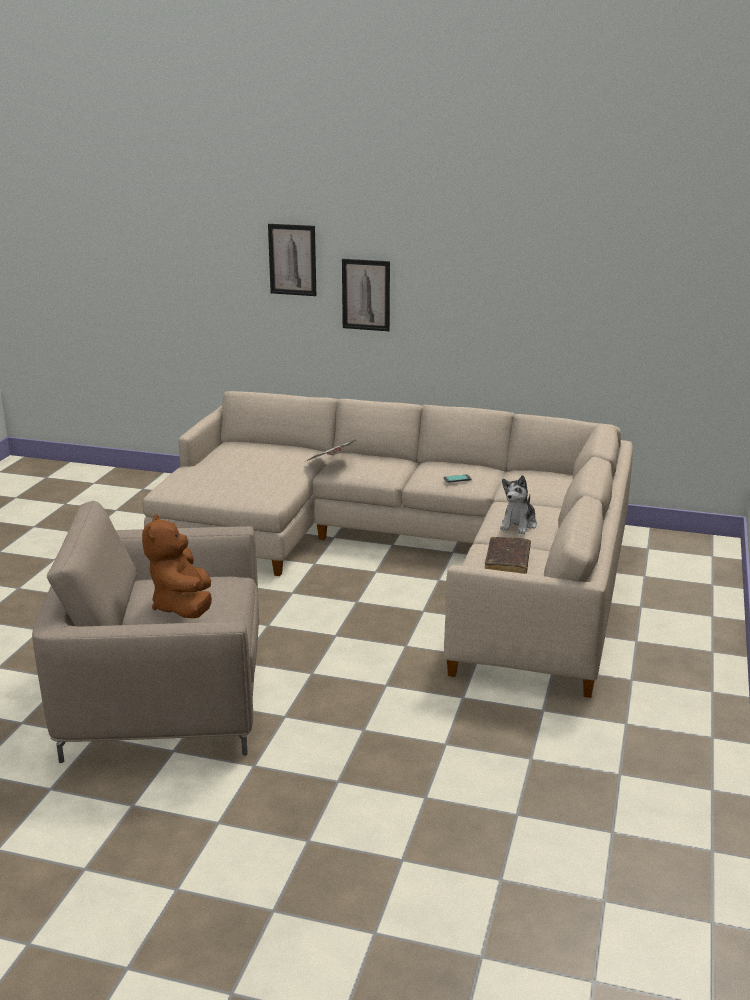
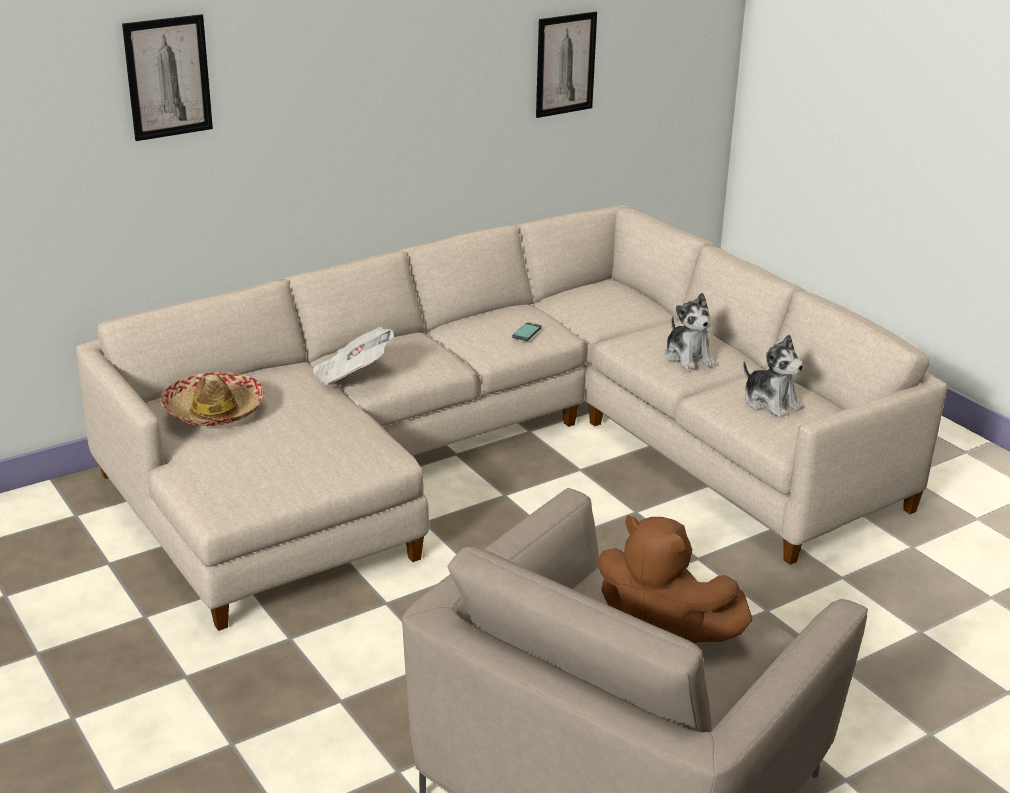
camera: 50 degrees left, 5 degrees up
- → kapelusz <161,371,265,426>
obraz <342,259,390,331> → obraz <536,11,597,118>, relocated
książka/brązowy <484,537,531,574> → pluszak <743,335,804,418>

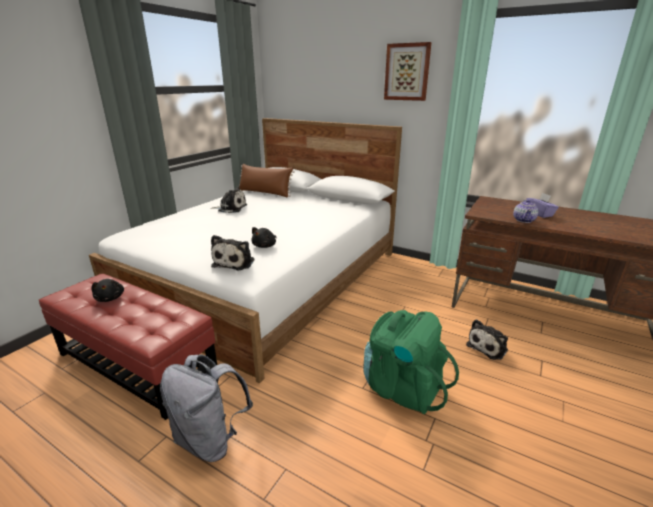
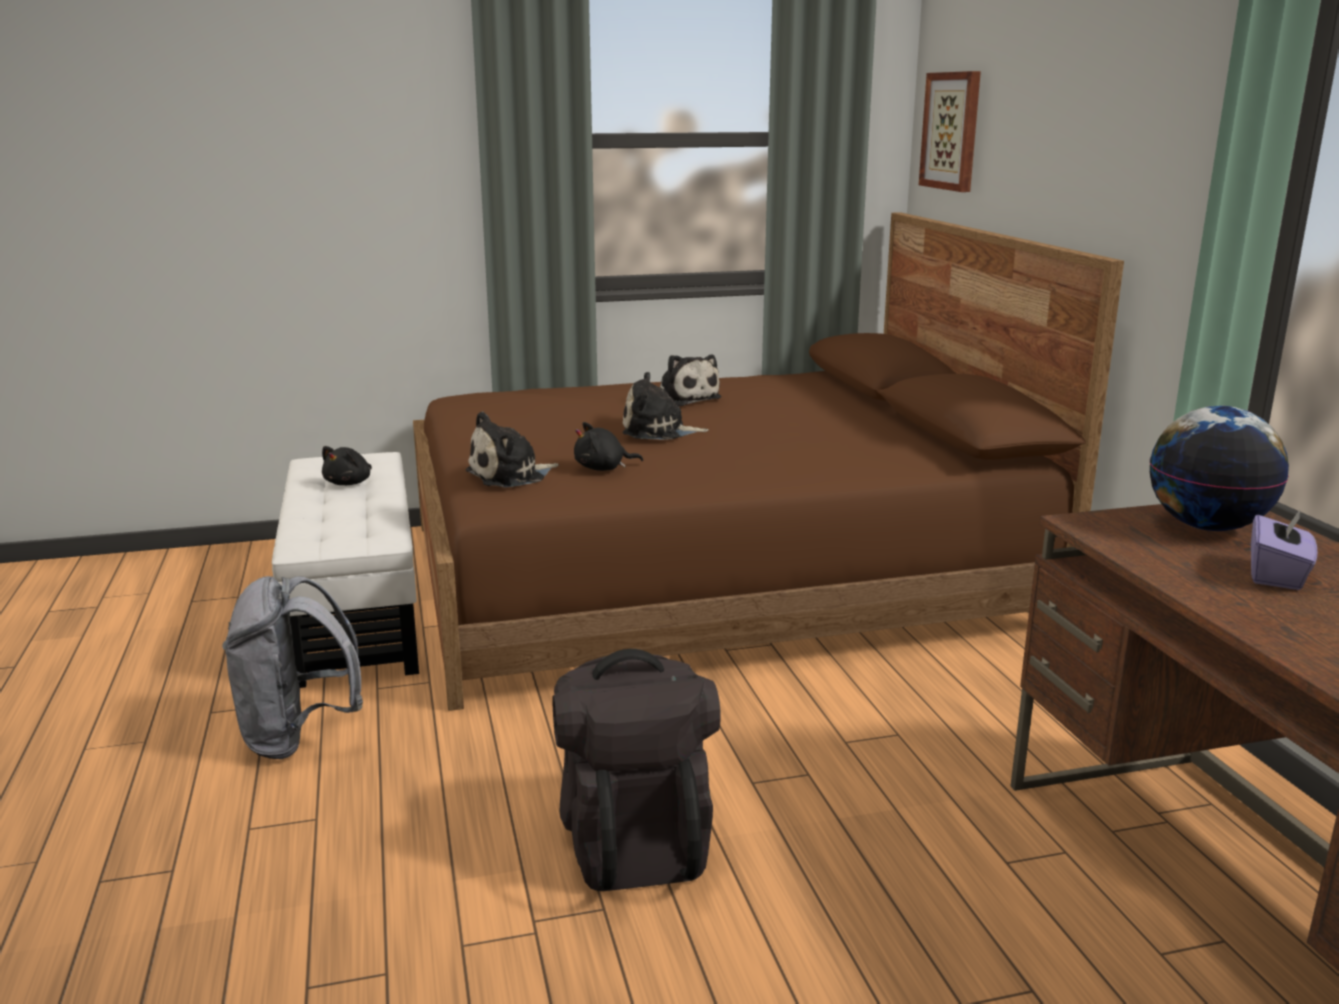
camera: 45 degrees right, 5 degrees down
poduszka/brązowy <239,164,295,197> → -
imbryk <513,200,538,223> → -
- → globus <1150,406,1289,531>
obraz <384,42,431,101> → obraz <919,71,981,192>, relocated
pluszak <466,319,508,360> → pluszak <622,372,709,440>, relocated
pufa/czerwony <38,274,217,420> → pufa/biały <272,452,419,688>
łóżko/biały <89,118,402,383> → łóżko/brązowy <413,212,1124,711>
plecak/zielony <363,310,459,414> → plecak/czarny <552,649,721,891>

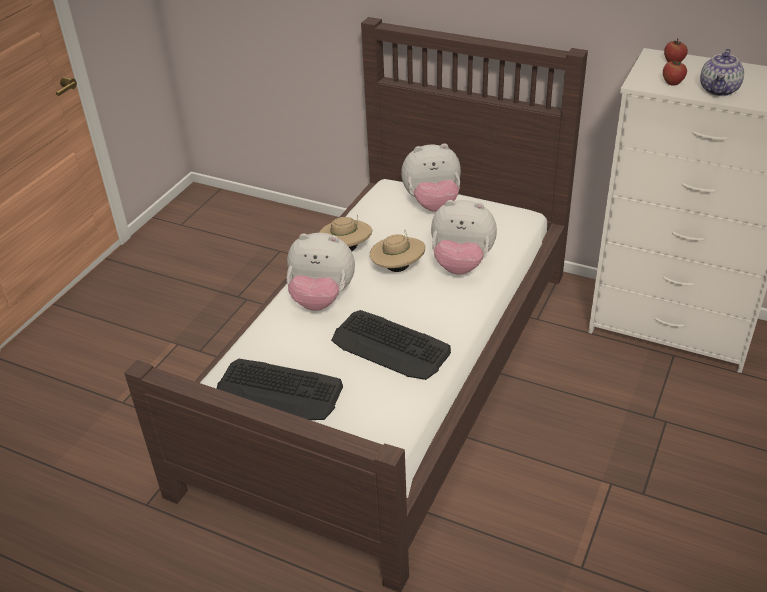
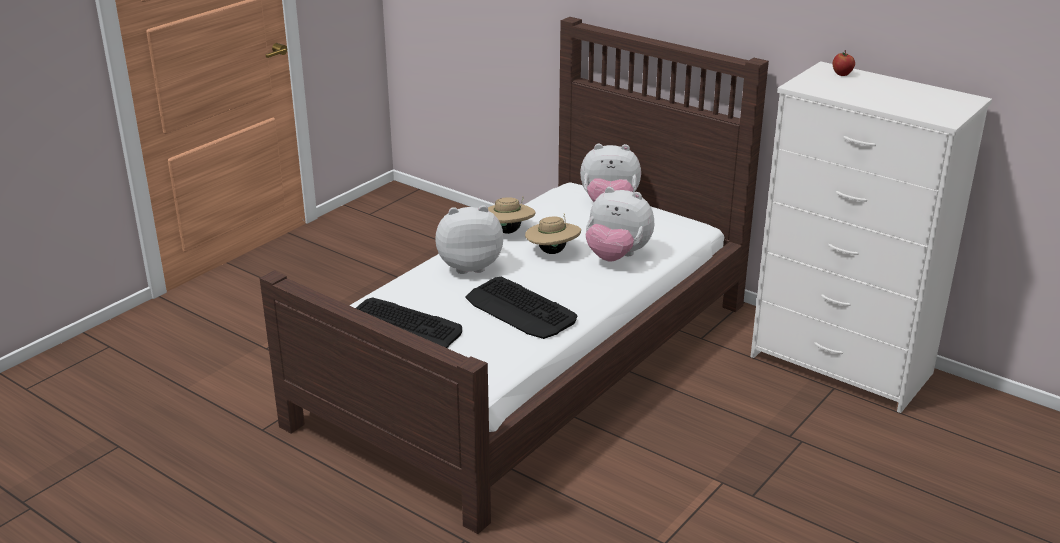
camera: 10 degrees right, 10 degrees down
jabłko <663,59,687,86> → -
imbryk <700,49,744,96> → -
pluszak <286,233,355,311> → pluszak <435,205,503,274>, 150 degrees clockwise

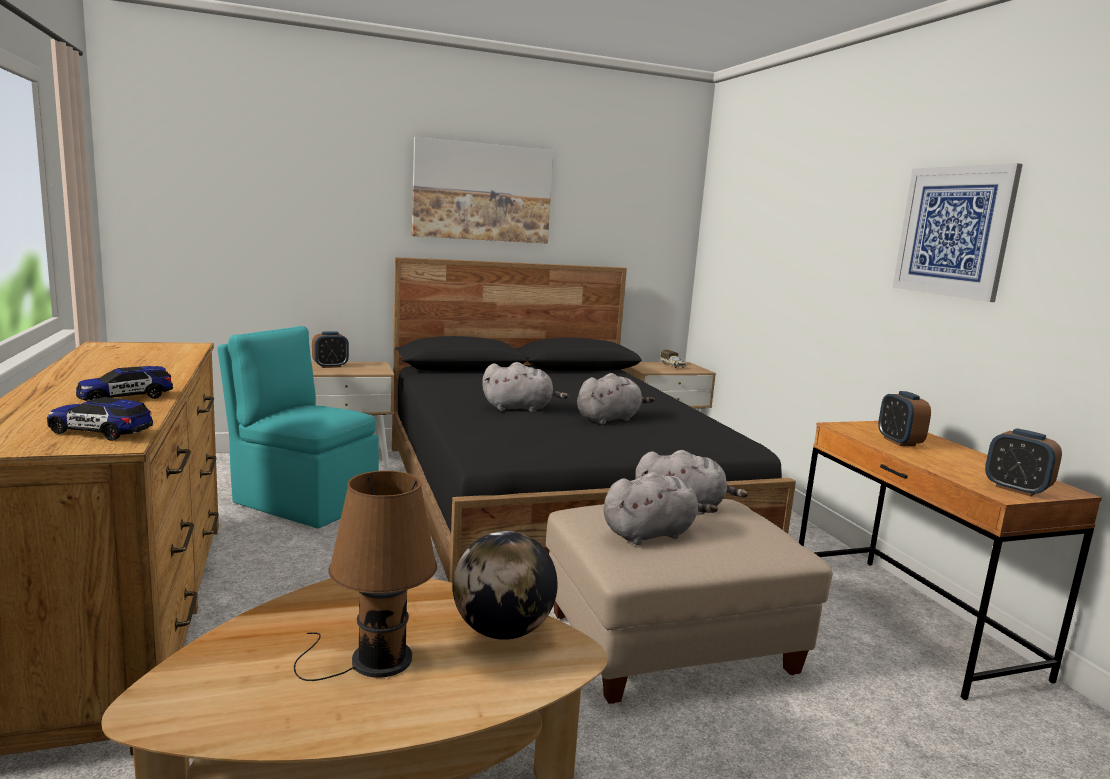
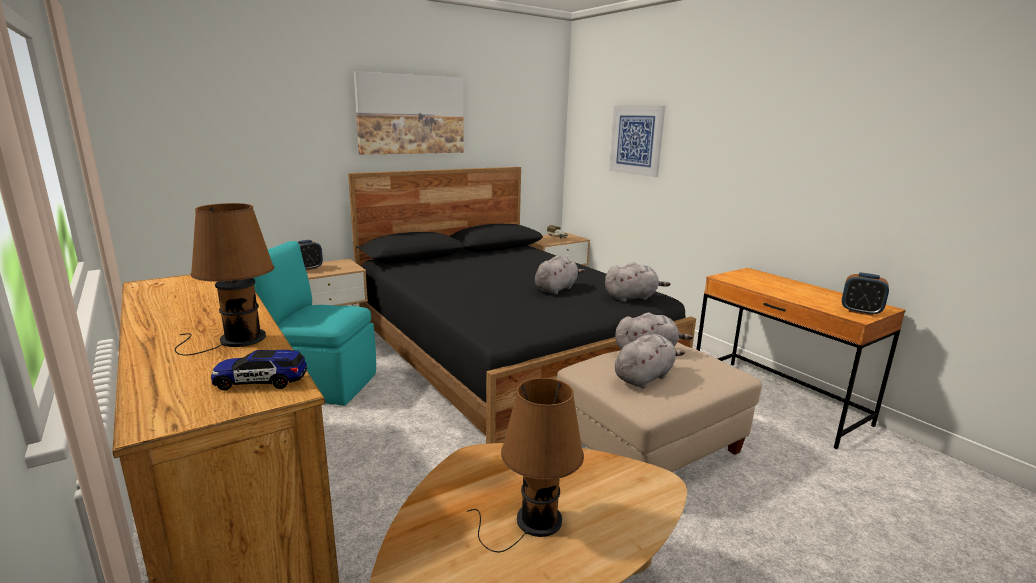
camera: 15 degrees left, 5 degrees up
globus <453,531,558,640> → -
budzik <878,391,931,446> → -
pluszak/szary <482,362,568,412> → pluszak/szary <605,262,671,302>, relocated
obraz <892,163,1023,302> → obraz <609,106,665,177>, relocated
samochodzik <76,366,173,401> → lampa stołowa/brązowy <175,203,274,355>

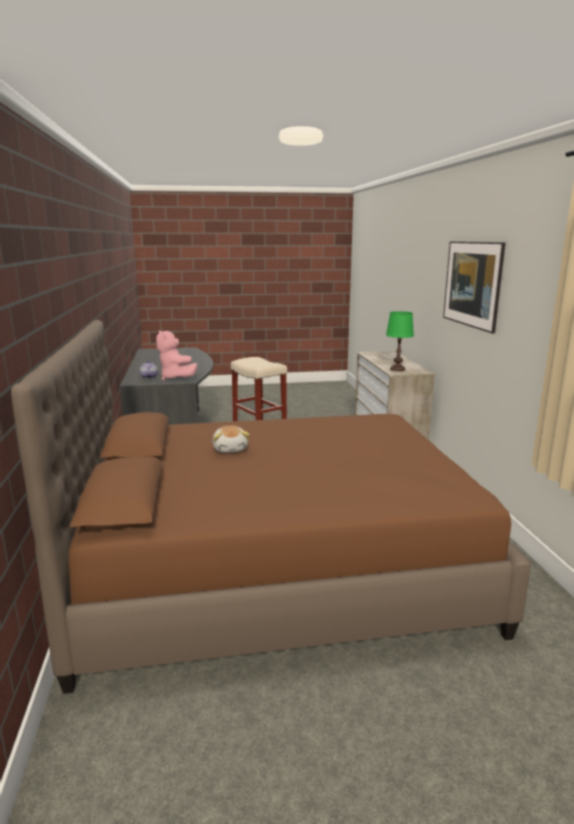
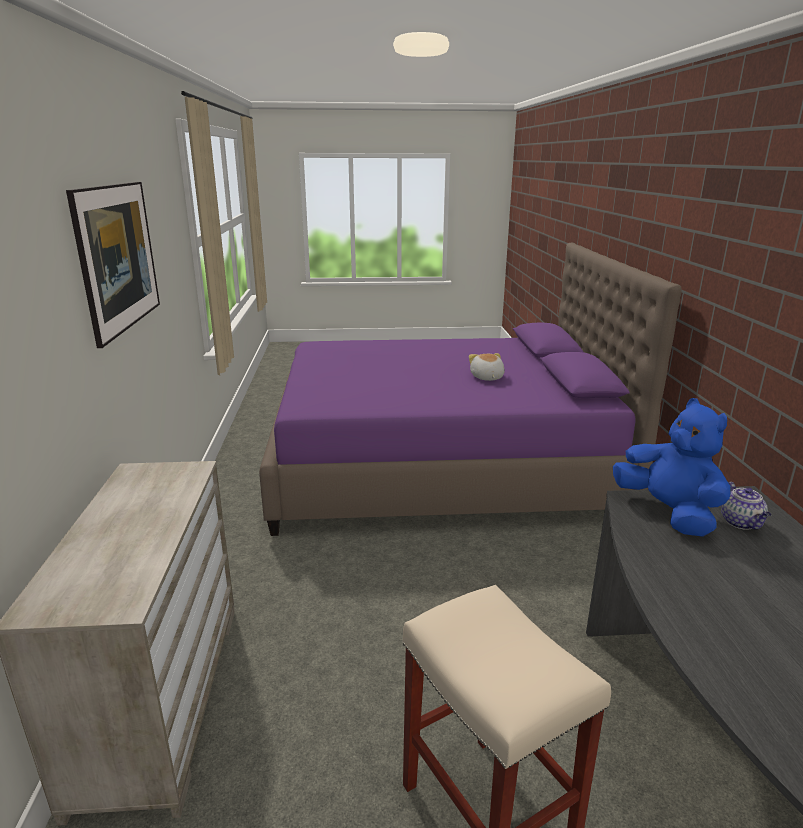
camera: 175 degrees left, 5 degrees up
lampa stołowa/zielony <386,311,414,371> → -
łóżko/brązowy <11,320,531,694> → łóżko/fioletowy <259,242,681,536>
pluszak/różowy <156,330,197,381> → pluszak/niebieski <613,398,731,537>

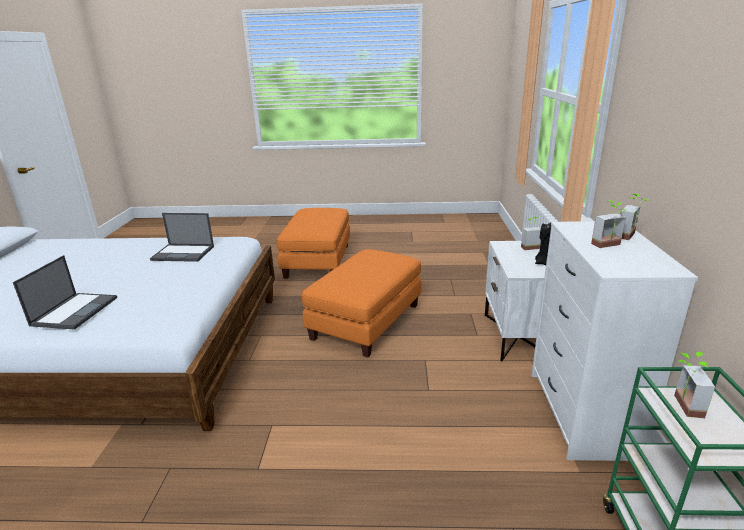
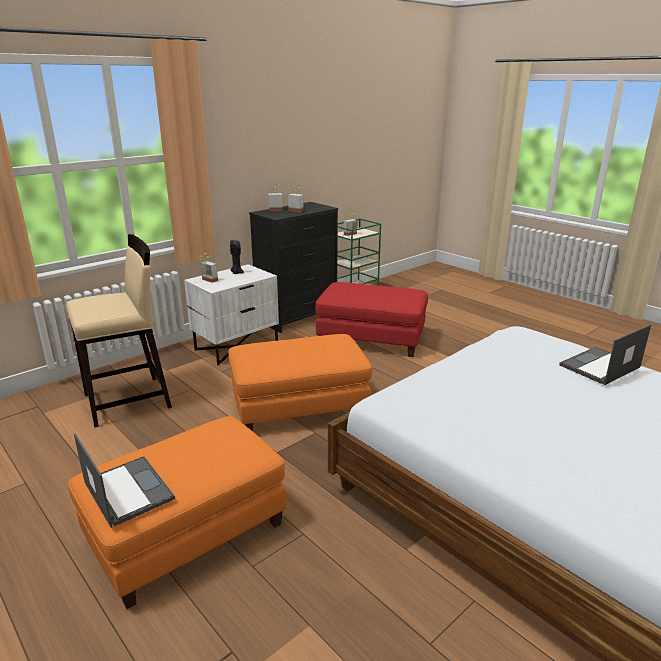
camera: 135 degrees left, 0 degrees up
- → stołek/beżowy <66,234,172,427>
- → pufa/czerwony <315,282,428,357>
laptop <150,213,214,262> → laptop <74,434,175,528>, relocated
komoda/biały <531,221,698,461> → komoda/czarny <249,202,338,333>

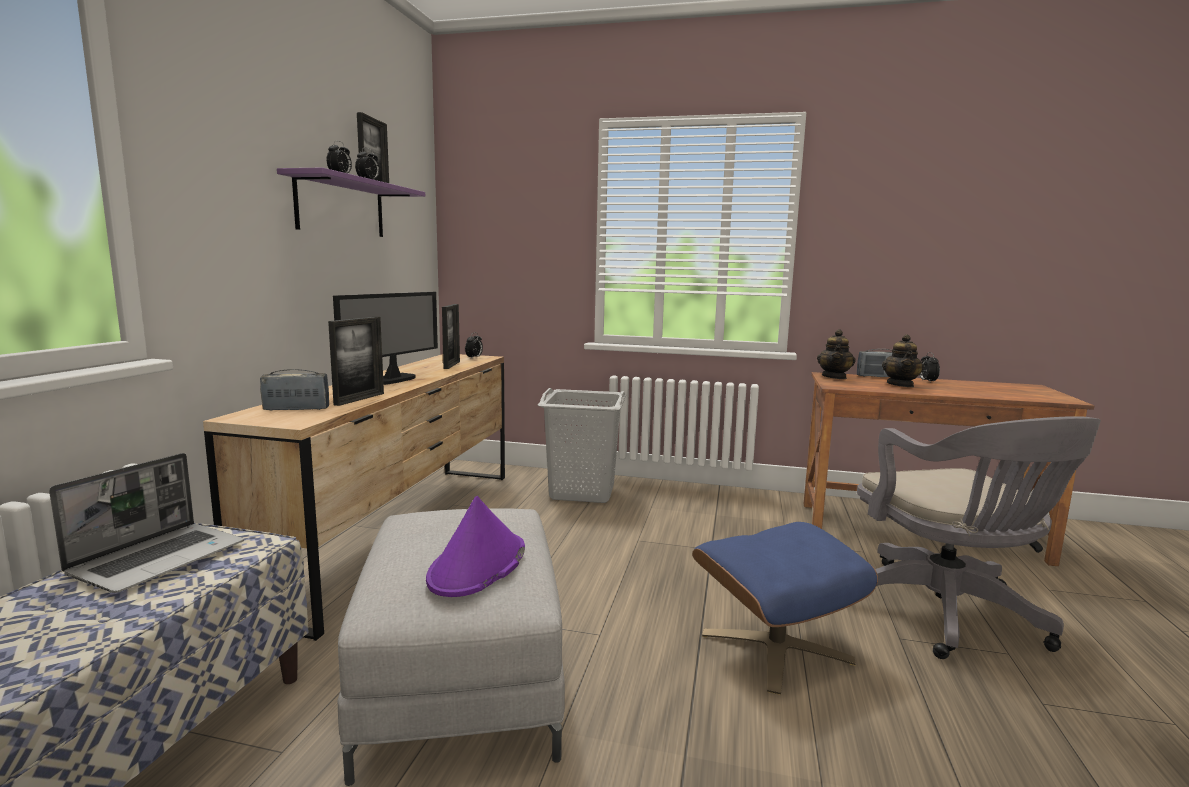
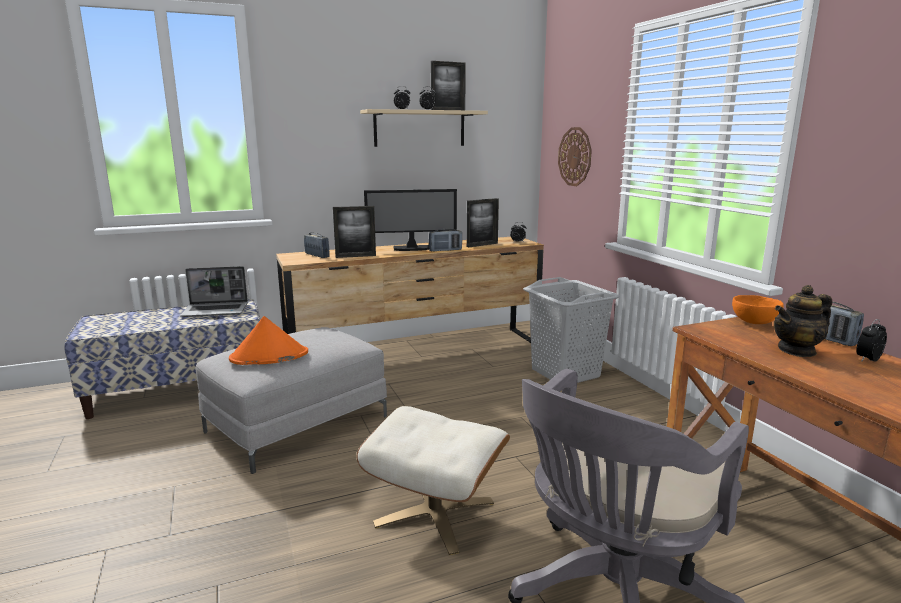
camera: 55 degrees right, 5 degrees up
- → radio <429,228,462,252>
- → zegar ścienny <558,127,592,186>
imbryk <817,329,856,379> → miska/pomarańczowy <732,295,784,324>
półka/fioletowy <277,167,425,237> → półka/beżowy <360,109,488,147>
kapelusz/fioletowy <426,496,525,597> → kapelusz/pomarańczowy <229,316,308,365>
pufa/niebieski <692,522,878,695> → pufa/beżowy <357,406,510,555>

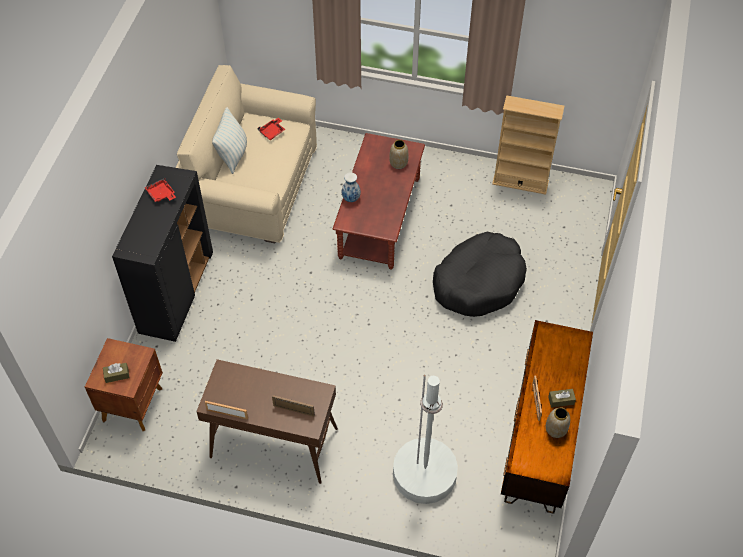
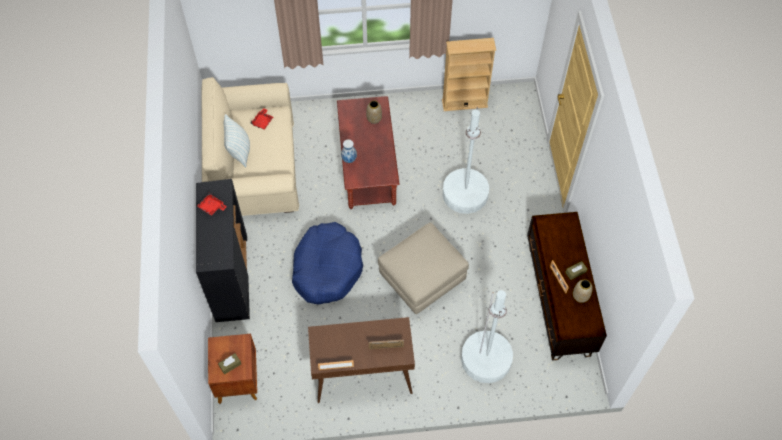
camera: 20 degrees left, 5 degrees up
- → legowisko/niebieski <292,222,363,304>
- → pufa/beżowy <378,223,469,314>
legowisko/czarny <433,232,527,317> → lampa stojąca/biały <442,107,489,214>

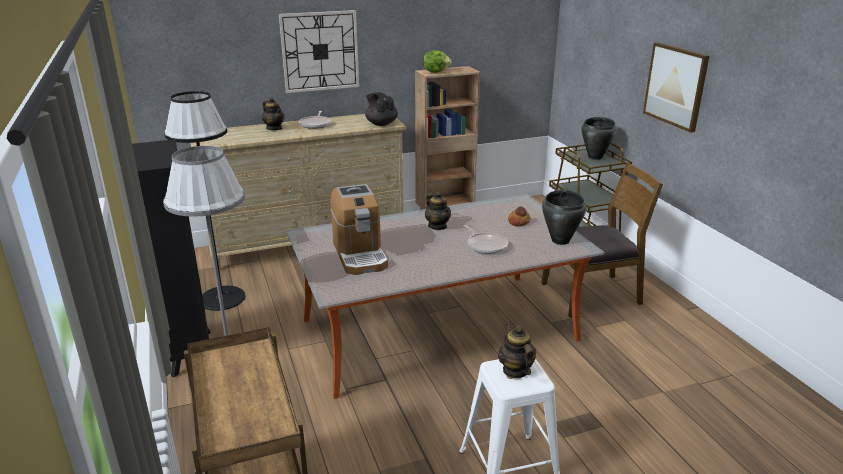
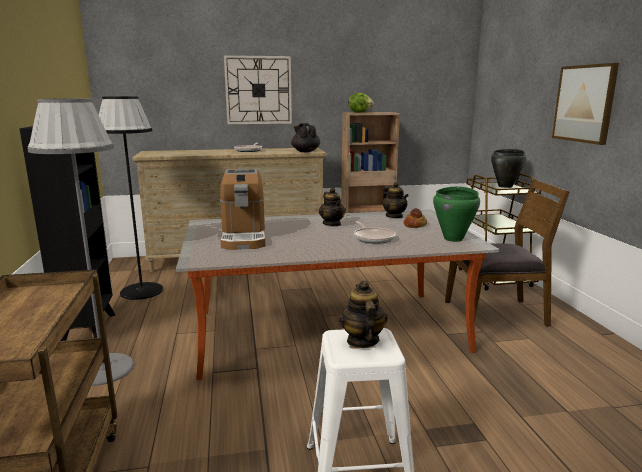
camera: 10 degrees right, 10 degrees down
imbryk <262,97,285,130> → imbryk <382,182,409,218>, relocated
garnek/czarny <542,190,586,245> → garnek/zielony <433,186,480,242>

